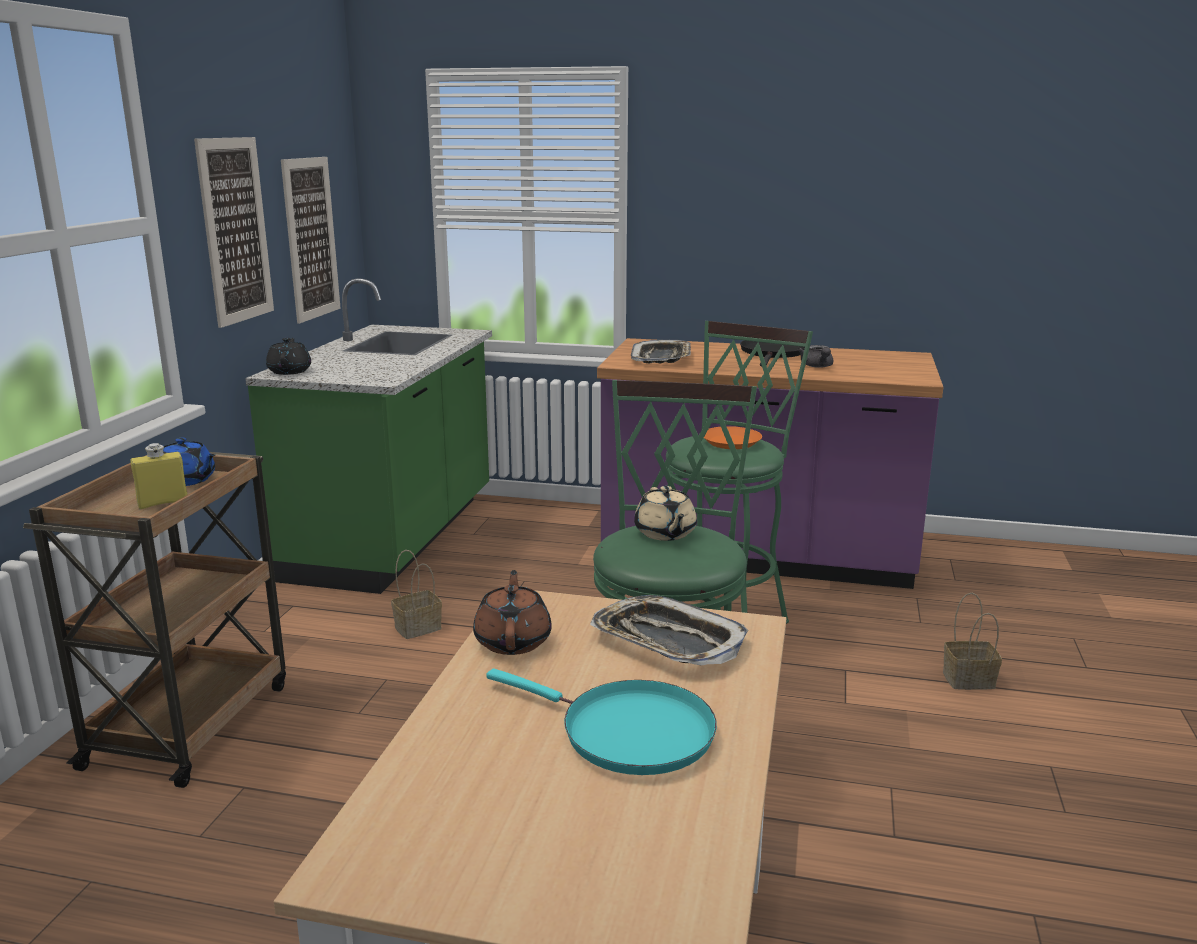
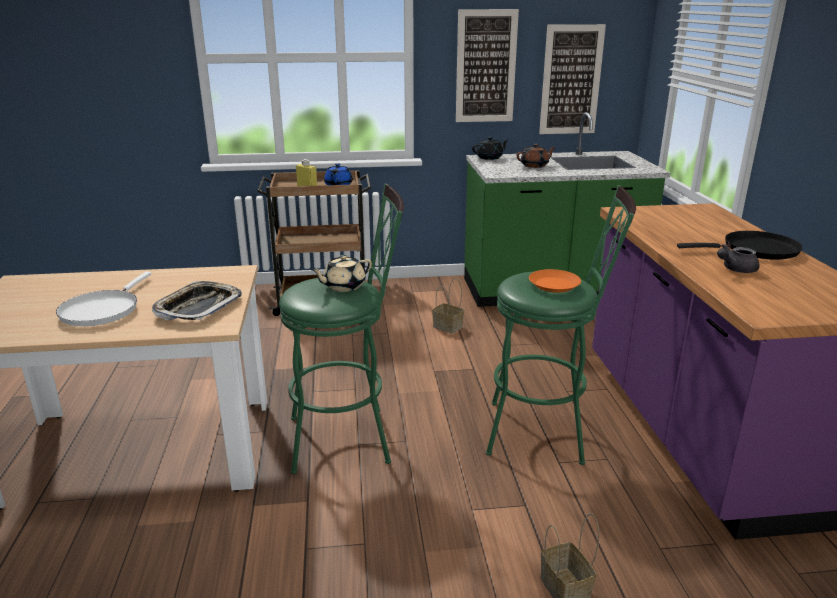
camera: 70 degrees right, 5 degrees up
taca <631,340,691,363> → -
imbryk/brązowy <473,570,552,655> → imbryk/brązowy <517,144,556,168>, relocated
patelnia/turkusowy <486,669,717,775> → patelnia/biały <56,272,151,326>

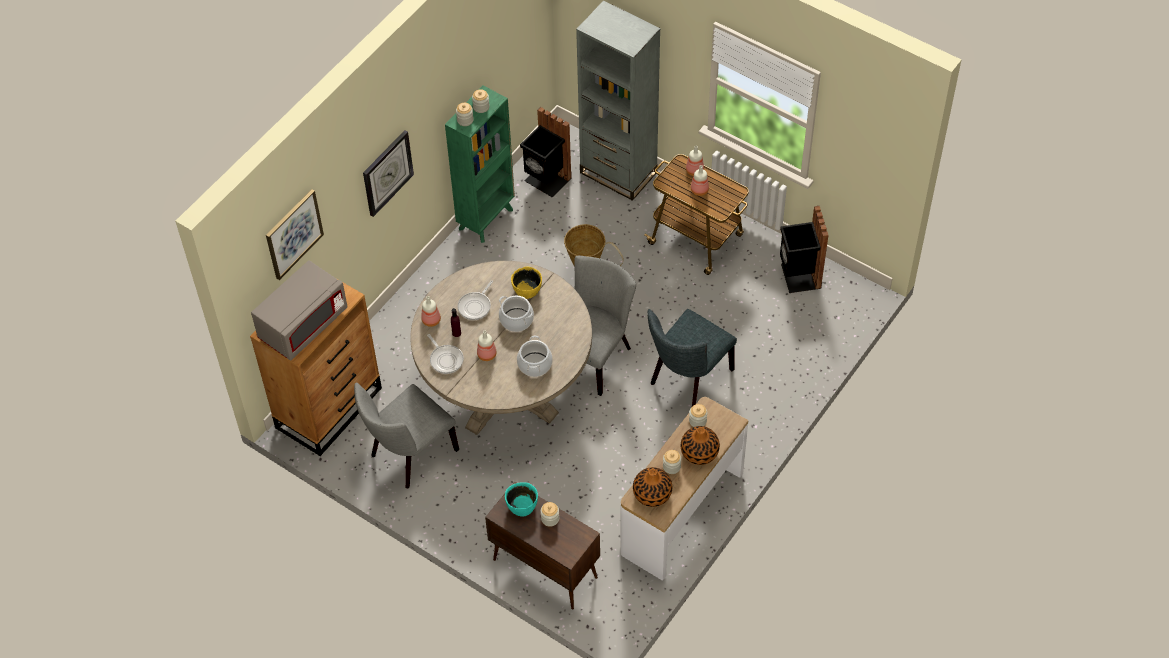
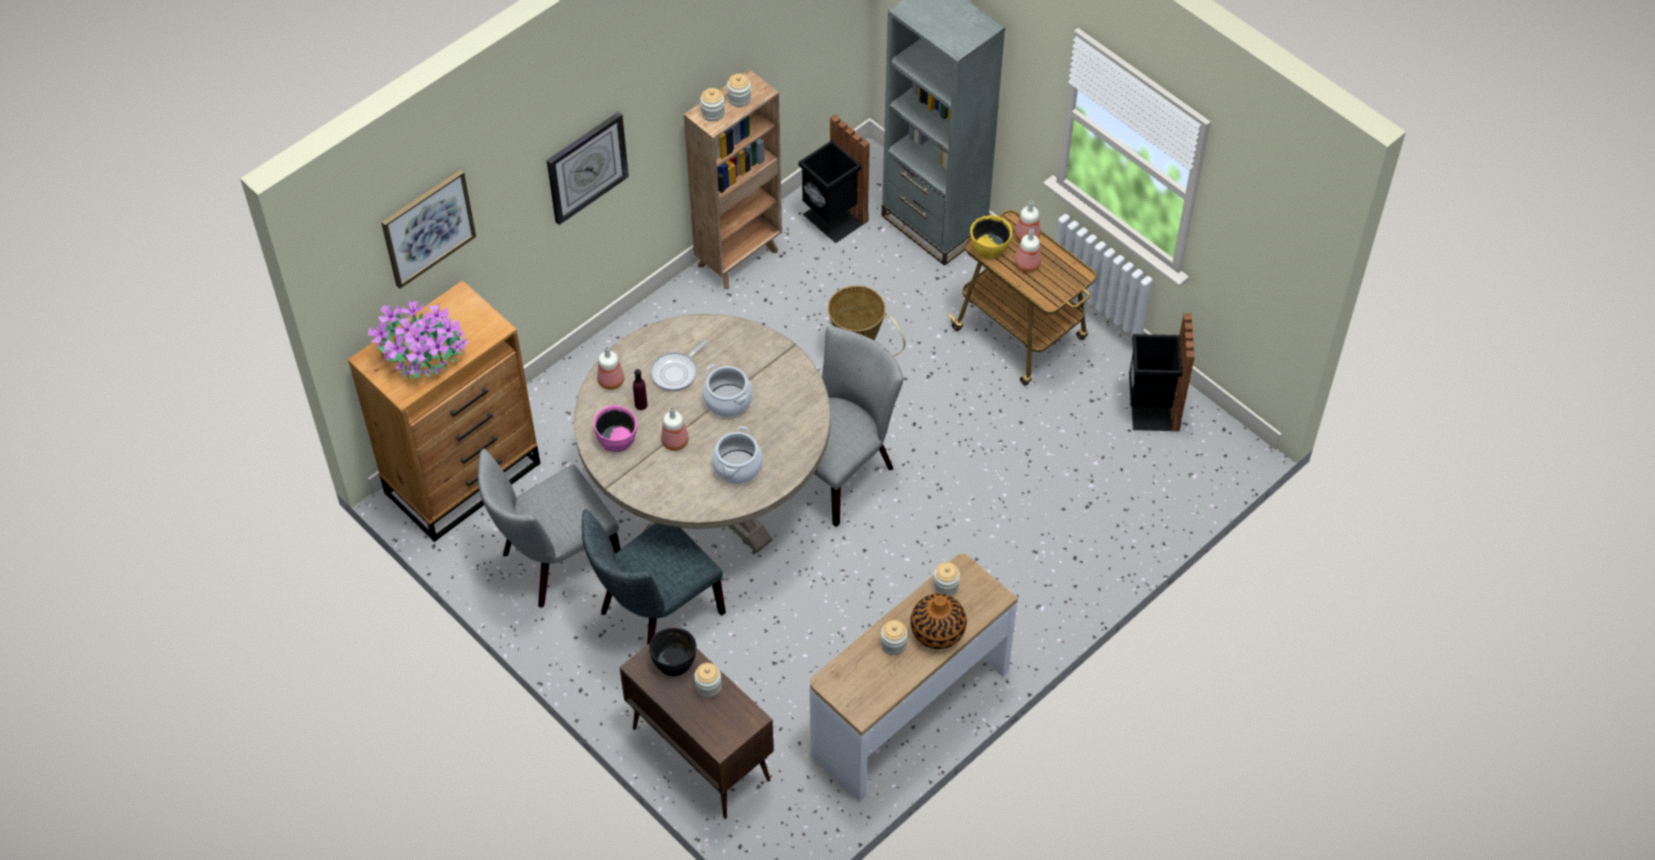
camera: 10 degrees right, 0 degrees up
wazon <633,467,672,507> → -
miska/żółty <511,267,542,299> → miska/żółty <970,215,1012,258>, relocated
krzesło/szary <647,309,737,406> → krzesło/szary <582,509,726,645>, relocated
mikrofalówka/szary <251,260,348,360> → roślina doniczkowa <368,301,469,381>
patelnia <427,334,464,374> → miska/różowy <593,405,637,452>
regał/zielony <445,86,515,243> → regał/brązowy <684,69,782,289>
miska/turkusowy <505,482,538,517> → miska/czarny <649,628,696,676>

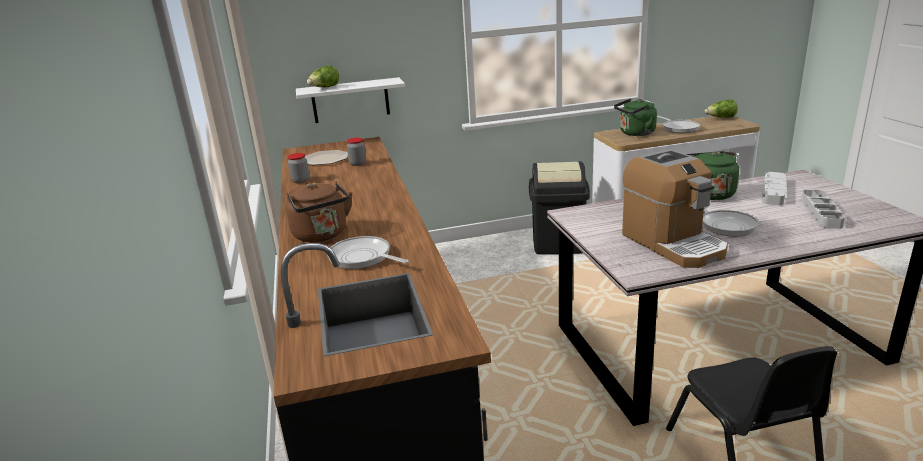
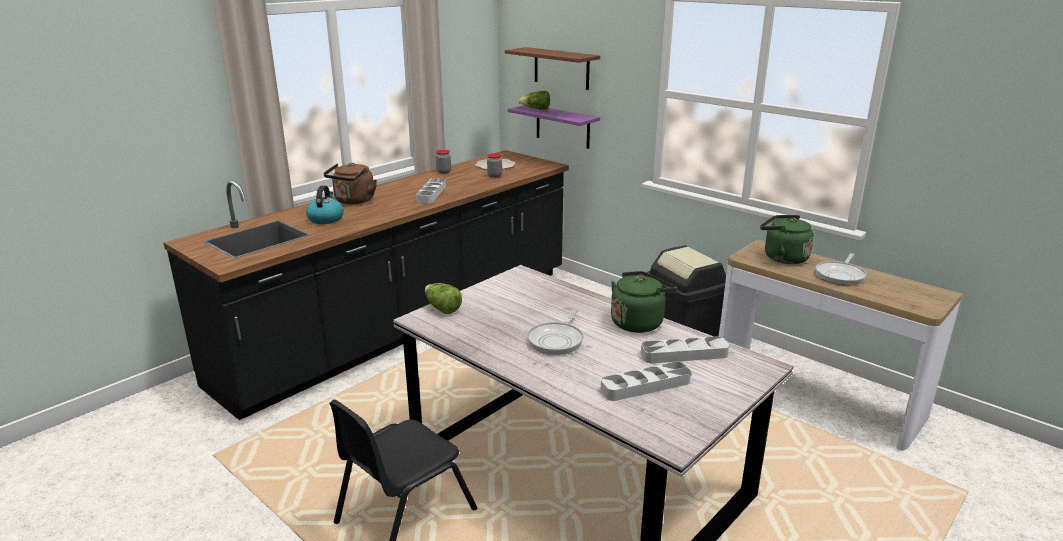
camera: 55 degrees right, 0 degrees up
ekspres do kawy <622,149,728,268> → -
- → taca/szary <416,178,446,203>
- → półka/brązowy <505,47,600,90>
sałata <704,99,738,118> → sałata <425,283,462,314>, relocated
patelnia <327,236,409,269> → czajnik <306,185,344,224>
półka/biały <296,77,405,123> → półka/fioletowy <508,105,600,149>

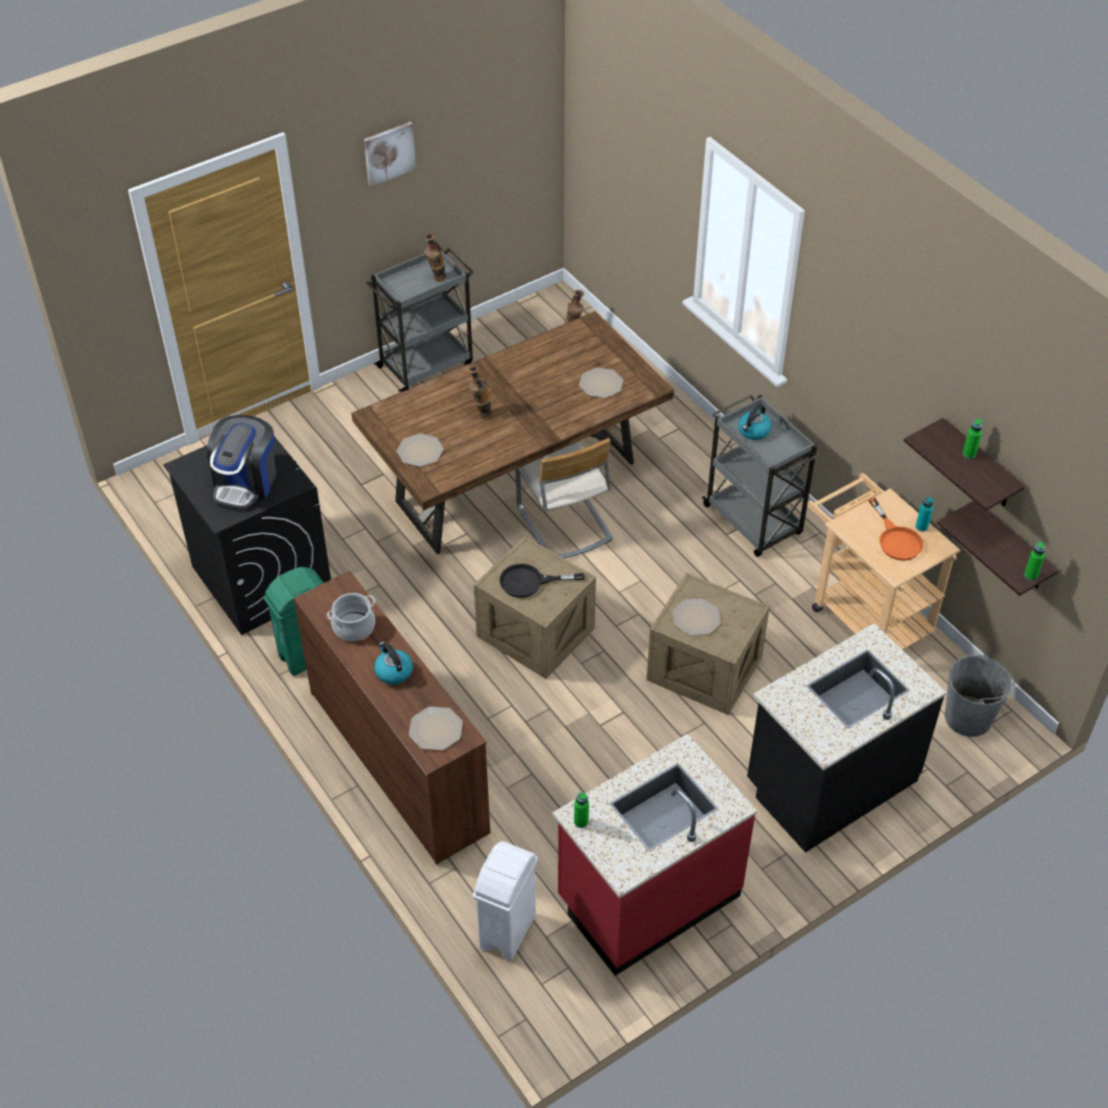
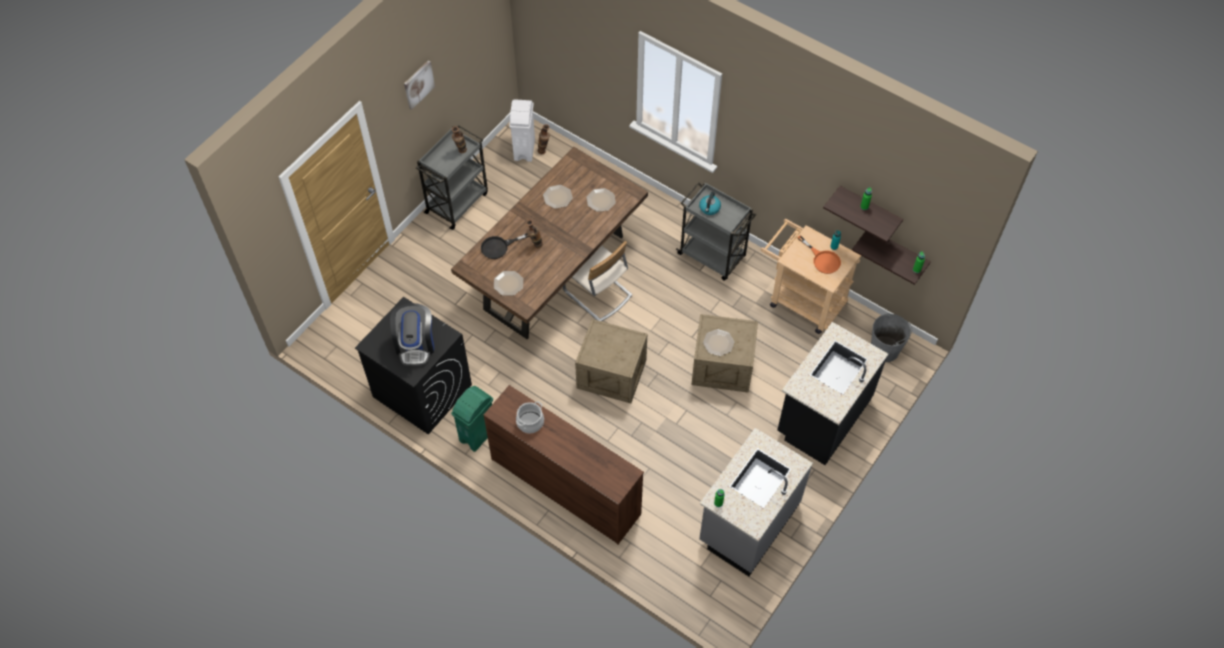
camera: 20 degrees left, 10 degrees up
czajnik <374,642,413,685> → -
talerz <409,706,463,751> → talerz <543,185,573,209>, relocated
kosz na śmieci/biały <473,841,538,961> → kosz na śmieci/biały <509,99,535,162>, relocated
patelnia/czarny <499,564,585,598> → patelnia/czarny <481,233,530,259>, relocated
zabudowa kuchenna/czerwony <553,734,757,976> → zabudowa kuchenna/szary <699,428,813,576>

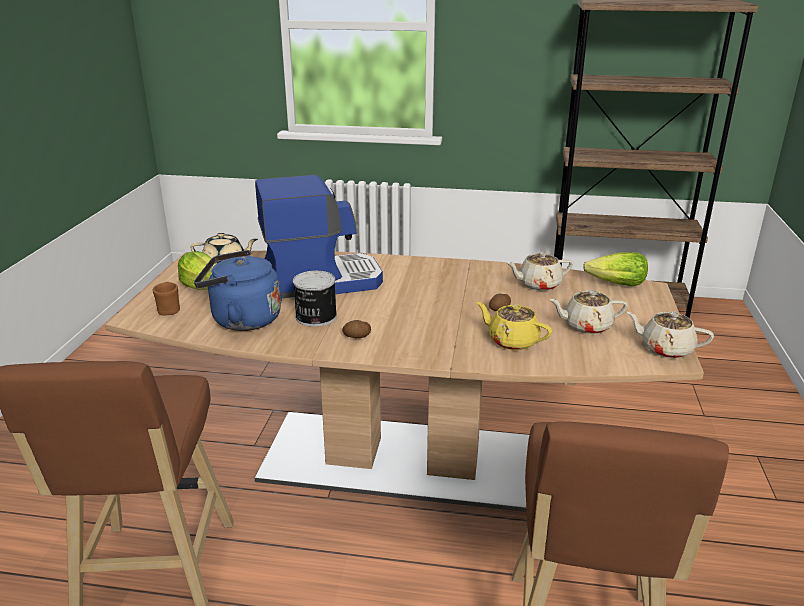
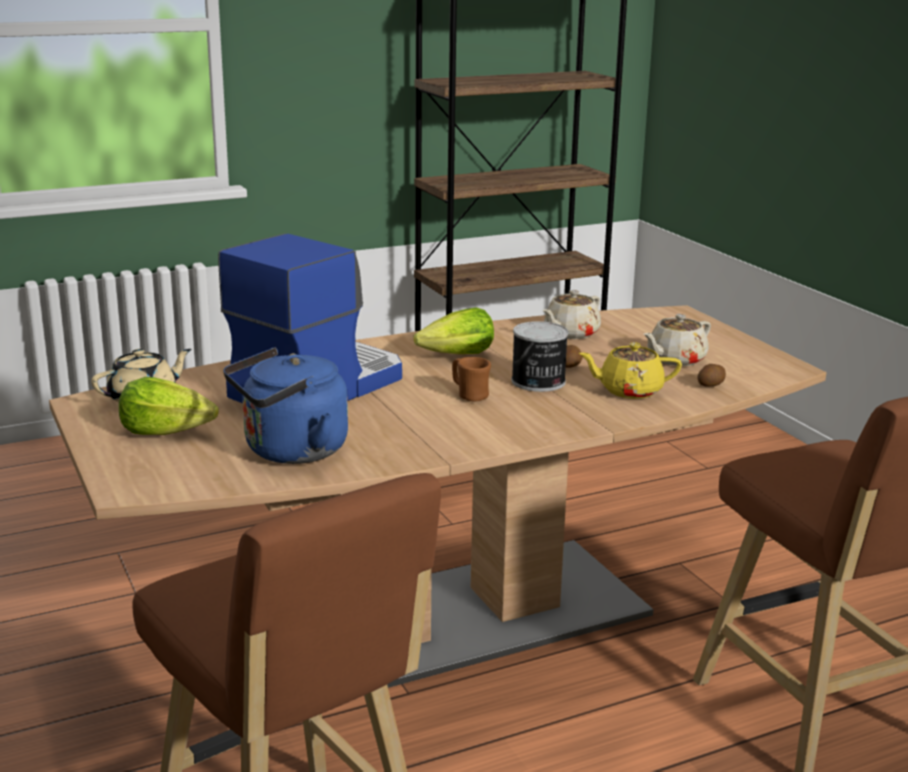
camera: 35 degrees left, 5 degrees down
imbryk/beżowy <626,311,714,358> → -
kubek/brązowy <153,282,180,316> → kubek/brązowy <452,357,491,401>, relocated
puszka <293,271,337,327> → puszka <511,321,568,392>, relocated
ziemniak <342,320,371,338> → ziemniak <698,364,726,387>, relocated
sałata <583,252,648,286> → sałata <413,307,494,354>, relocated

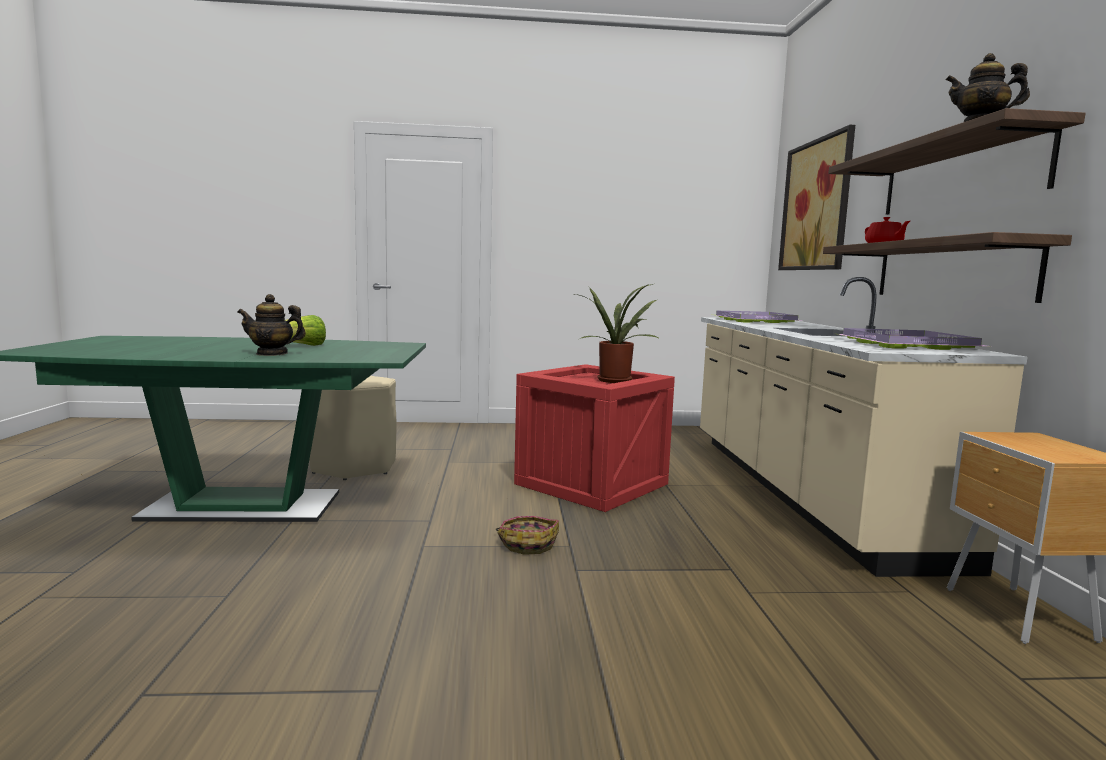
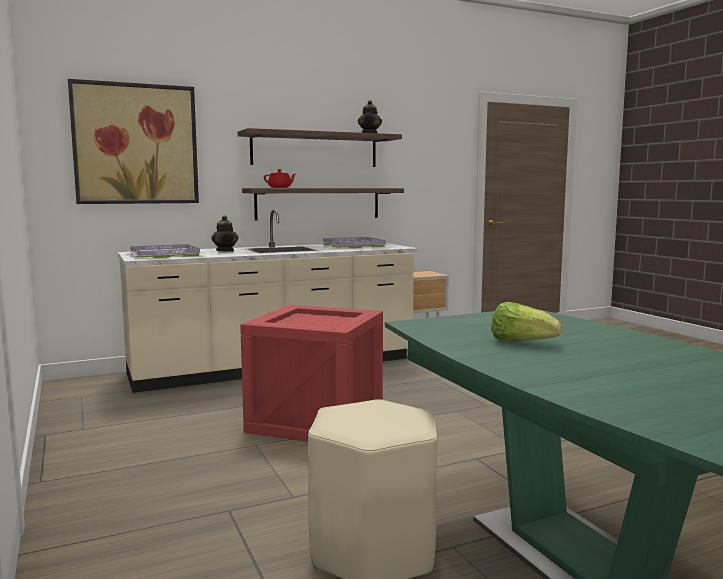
camera: 110 degrees left, 0 degrees up
koszyk <496,516,559,555> → -
roślina doniczkowa <575,284,661,383> → -
imbryk <237,294,306,356> → imbryk <211,215,238,252>, relocated

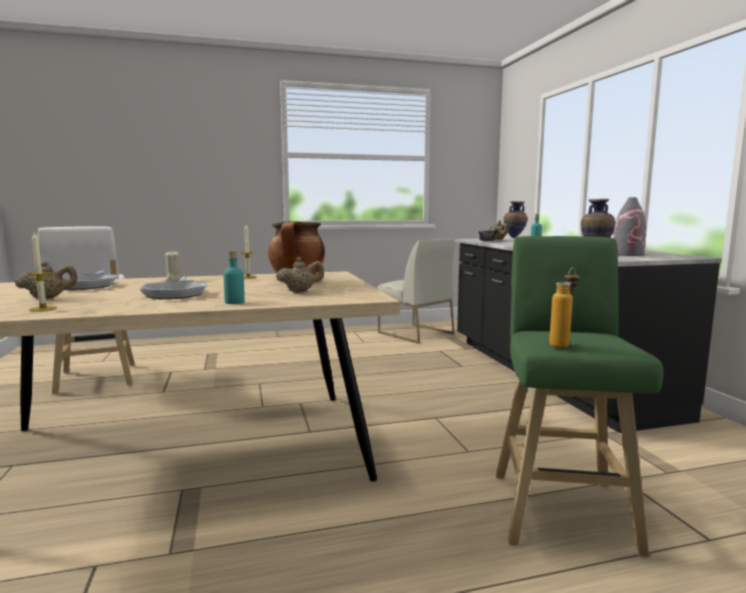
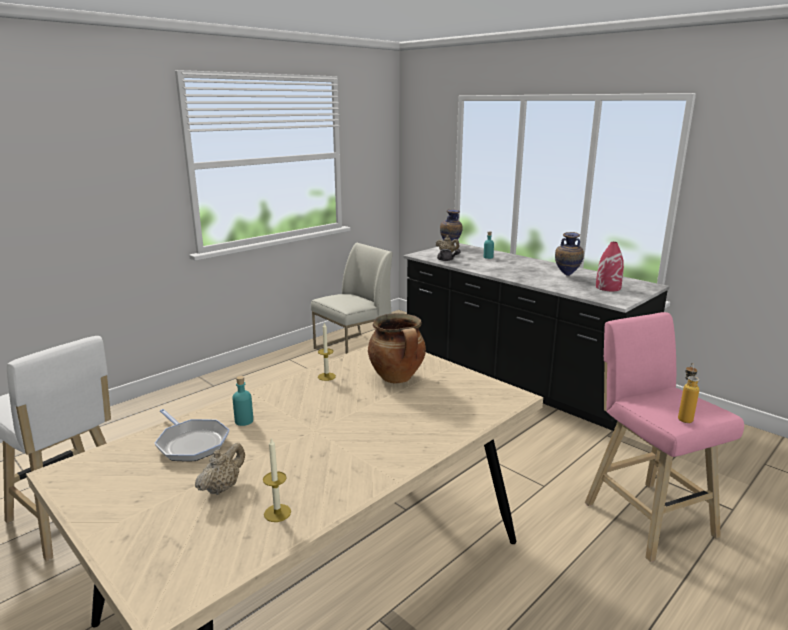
camera: 30 degrees left, 10 degrees up
patelnia <139,276,207,299> → -
świeca/beżowy <165,251,182,281> → -
imbryk/beżowy <276,257,324,292> → -
butelka/turkusowy <223,250,245,304> → butelka/turkusowy <232,376,253,426>, relocated
stołek/zielony <496,236,663,557> → stołek/różowy <585,312,744,562>
wazon/szary <613,197,646,256> → wazon/czerwony <596,242,624,291>
krzesło/biały <377,238,456,344> → krzesło/biały <311,243,392,354>, 60 degrees counterclockwise

